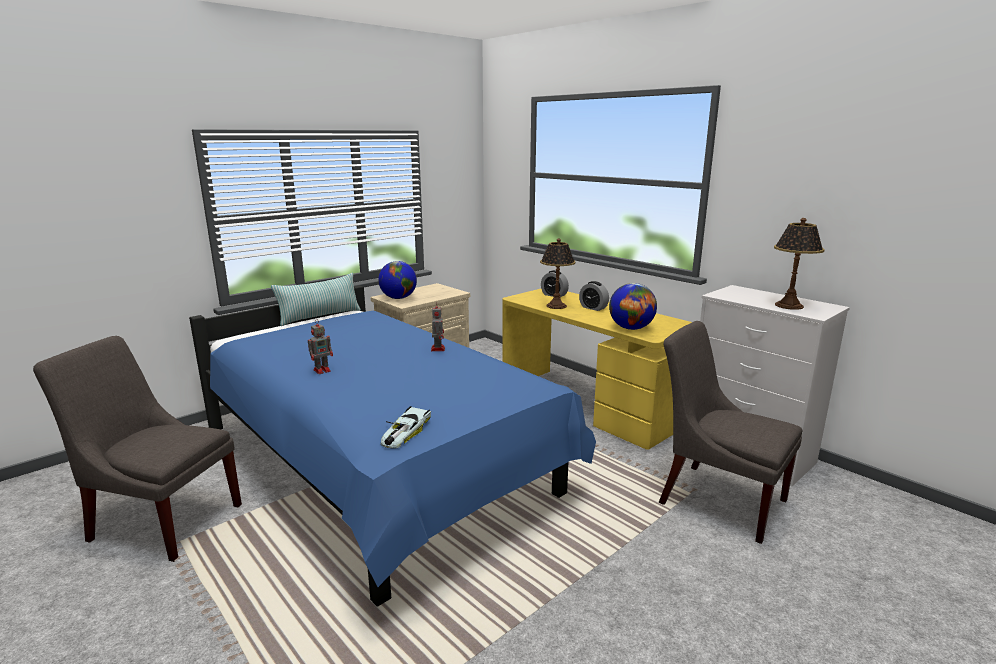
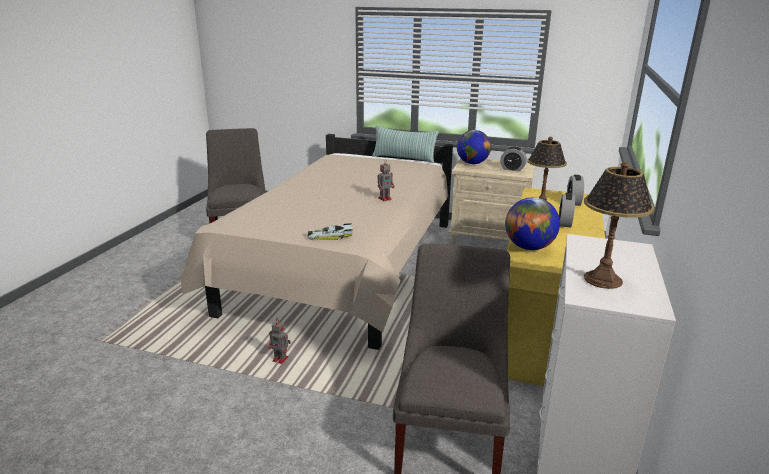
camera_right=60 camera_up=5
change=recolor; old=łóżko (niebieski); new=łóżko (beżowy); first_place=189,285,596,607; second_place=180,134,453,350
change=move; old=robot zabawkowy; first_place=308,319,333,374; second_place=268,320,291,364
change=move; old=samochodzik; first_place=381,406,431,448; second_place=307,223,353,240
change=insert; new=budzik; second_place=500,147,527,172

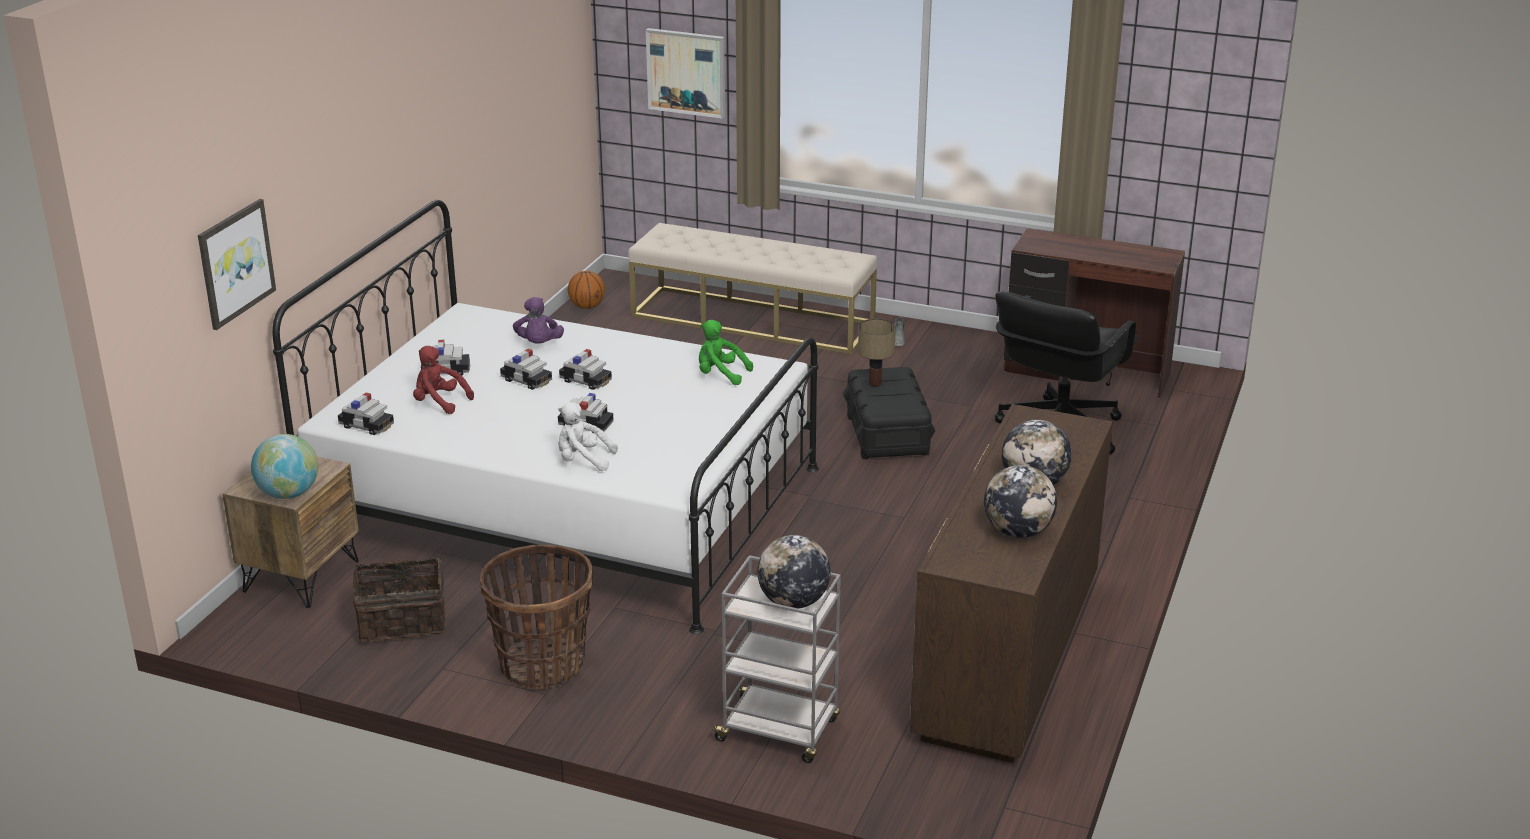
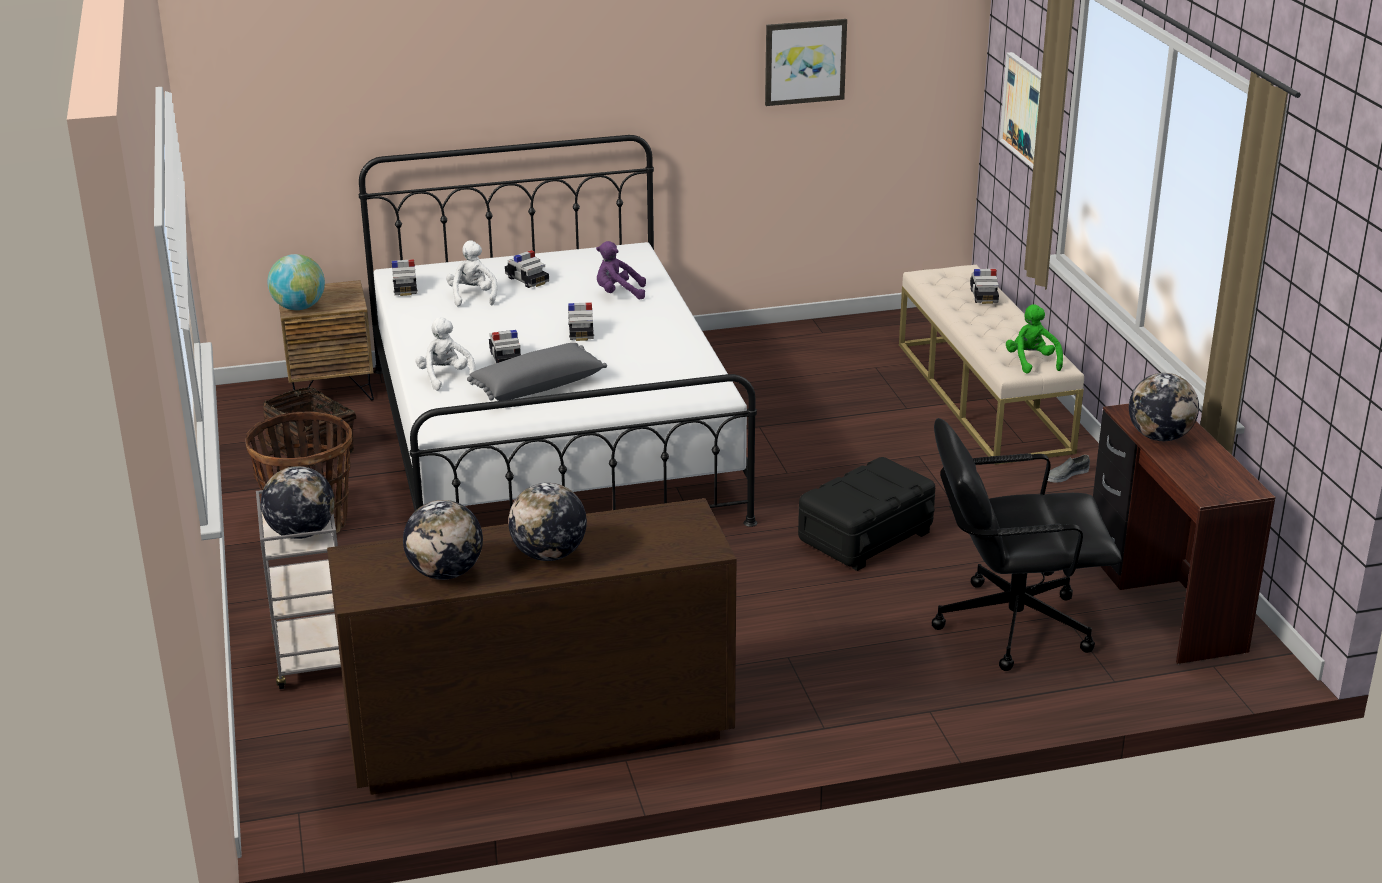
camera_right=55 camera_up=0
change=move; old=obraz; first_place=198,199,276,330; second_place=765,19,847,106
change=delete; old=piłka do koszykówki; first_place=568,271,605,309
change=rotate; old=pluszak (fioletowy); first_place=513,297,564,344; second_place=596,241,646,299; degrees=45
change=delete; old=lampa stołowa; first_place=858,319,896,386
change=move; old=pluszak (zielony); first_place=699,320,753,385; second_place=1006,304,1063,374
change=recolor; old=pluszak (czerwony); new=pluszak (biały); first_place=413,346,474,414; second_place=446,240,498,306
change=move; old=samochodzik; first_place=500,349,552,390; second_place=970,269,999,304
change=insert; new=poduszka (szary); second_place=467,343,607,401
change=insert; new=globus; second_place=1129,373,1199,441

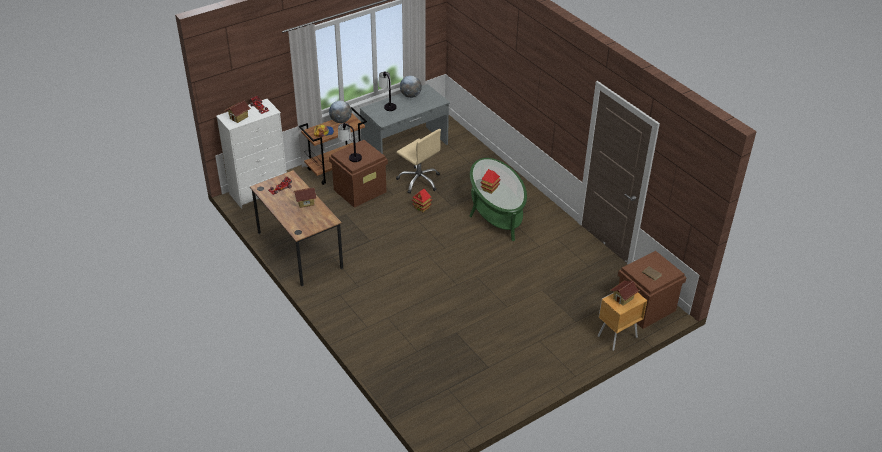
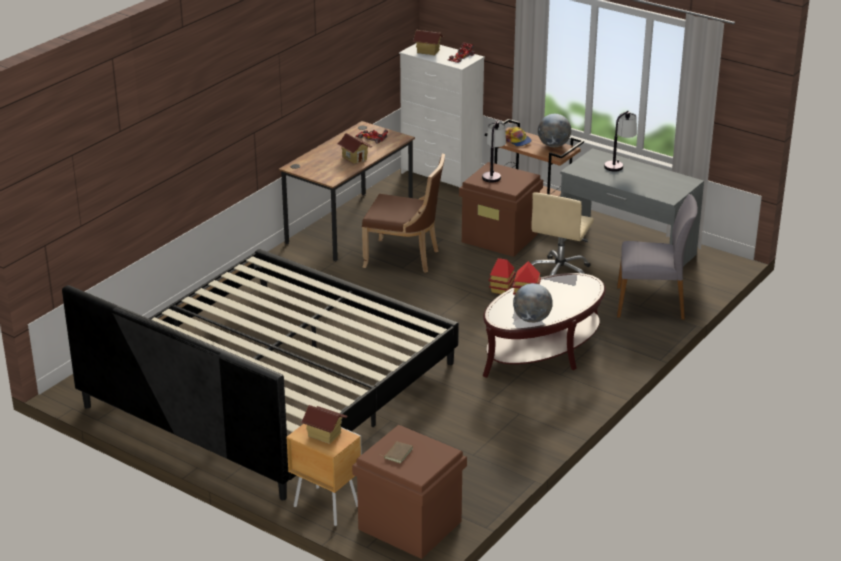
camera_right=70 camera_up=-10
change=move; old=globus; first_place=400,76,422,98; second_place=513,283,553,323
change=recolor; old=ława (zielony); new=ława (brązowy); first_place=469,158,527,241; second_place=483,273,606,378
change=insert; new=krzesło (brązowy); second_place=362,154,445,273
change=insert; new=krzesło (szary); second_place=617,194,698,320
change=insert; new=łóżko; second_place=62,249,459,500

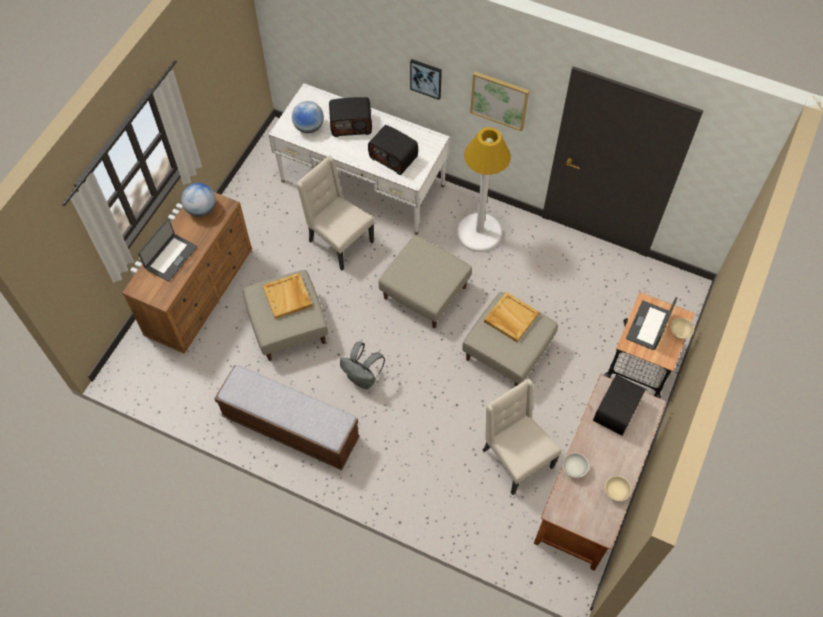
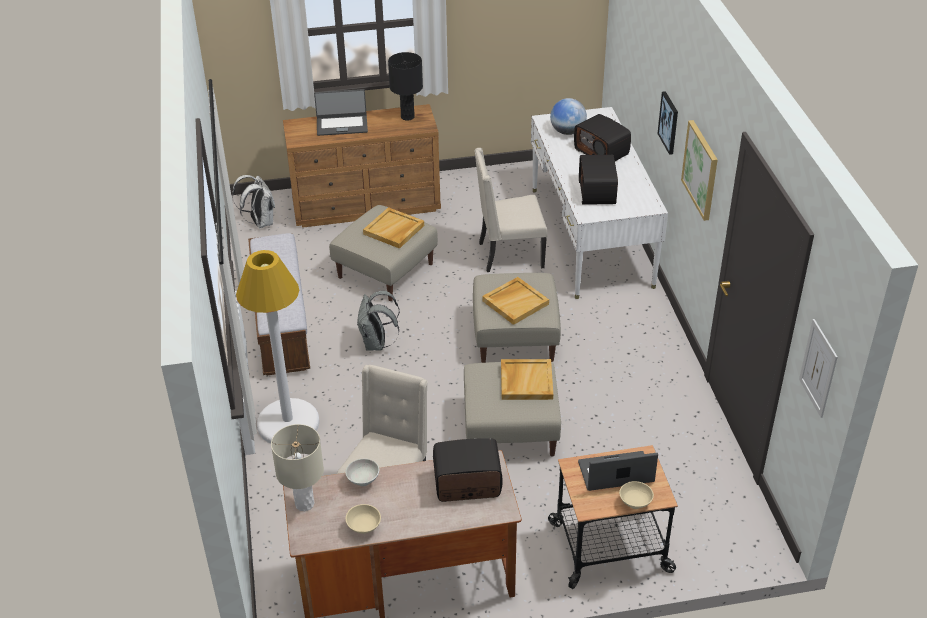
camera_right=55 camera_up=-20
change=move; old=lampa stojąca (biały); first_place=457,127,511,252; second_place=236,250,320,444
change=rotate; old=krzesło (beżowy); first_place=297,156,374,270; second_place=474,148,547,272; degrees=-105
change=replace; old=globus; new=lampa stołowa (czarny); first_place=181,183,216,217; second_place=388,52,423,121
change=insert; new=plecak (biały); second_place=232,175,275,228
change=insert; new=taca (beżowy); second_place=482,277,549,325
change=insert; new=obraz; second_place=799,319,838,418
change=insert; new=lampa stołowa (beżowy); second_place=271,424,324,511

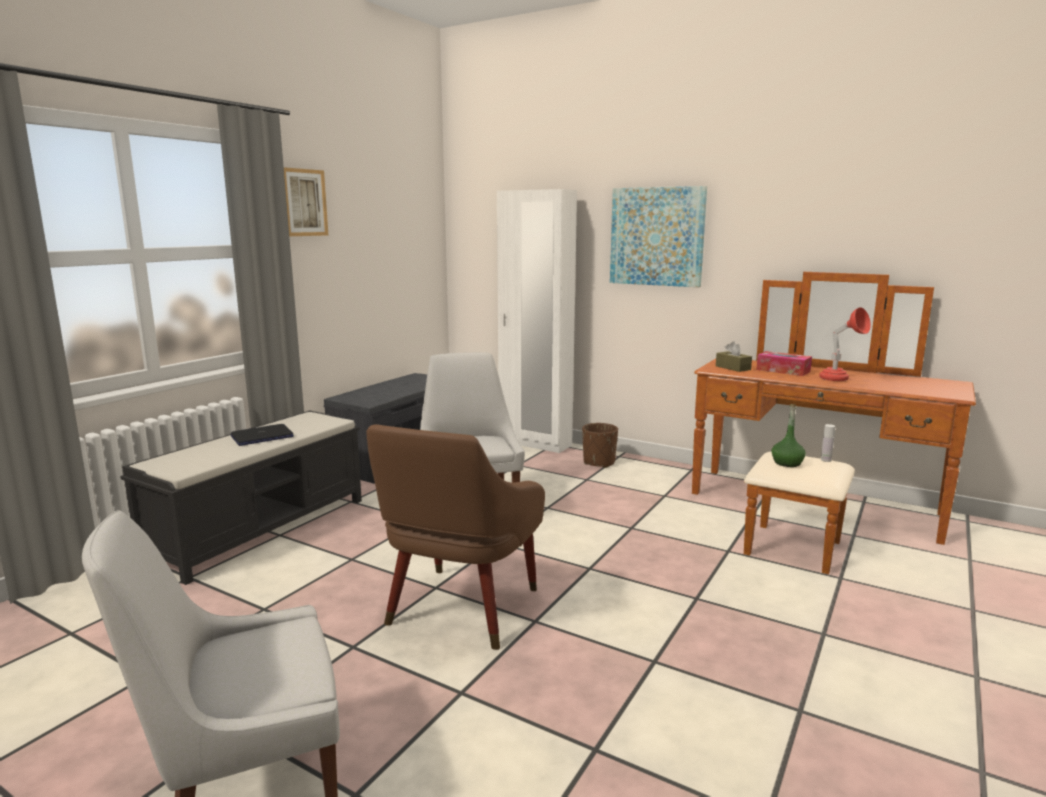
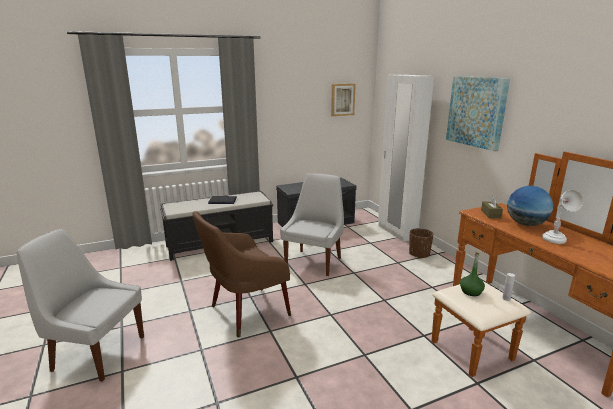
camera_right=35 camera_up=5
change=move; old=obraz; first_place=284,167,328,236; second_place=331,84,356,116
change=recolor; old=lampa stołowa (czerwony); new=lampa stołowa (biały); first_place=819,307,871,381; second_place=542,190,583,244
change=replace; old=pudełko chusteczek; new=globus; first_place=756,351,812,376; second_place=507,186,553,226

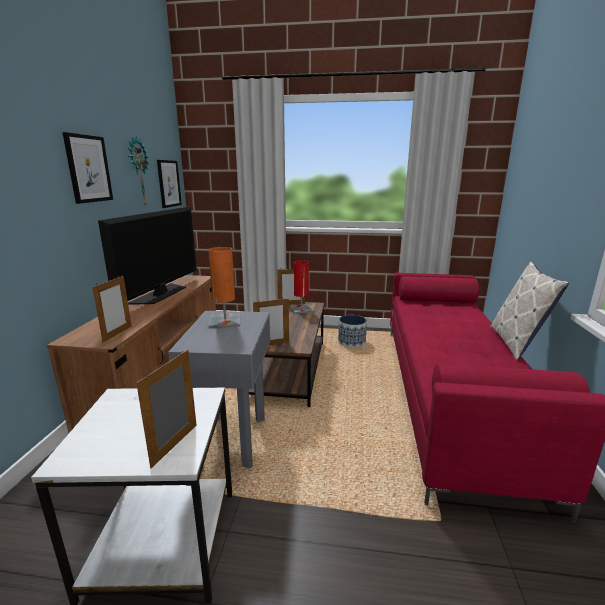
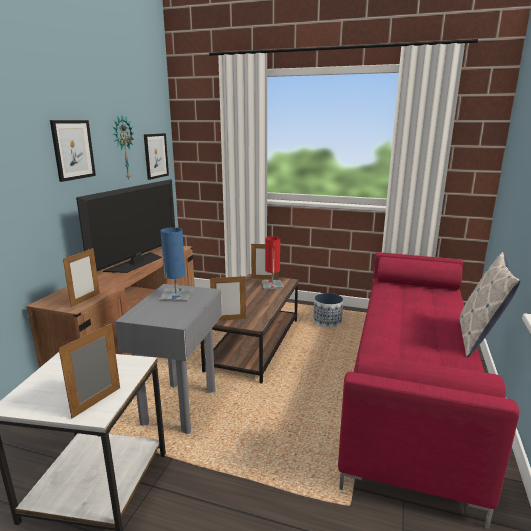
camera_right=10 camera_up=0
change=recolor; old=lampa stołowa (pomarańczowy); new=lampa stołowa (niebieski); first_place=208,247,240,328; second_place=159,227,192,302

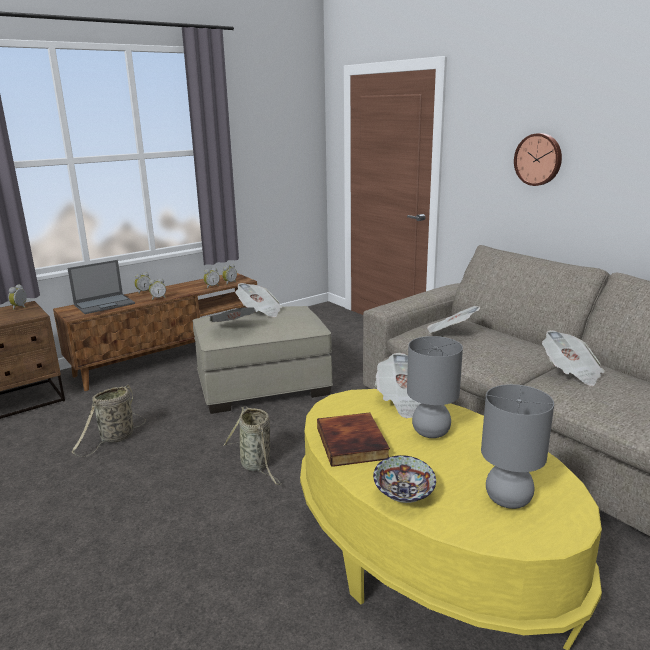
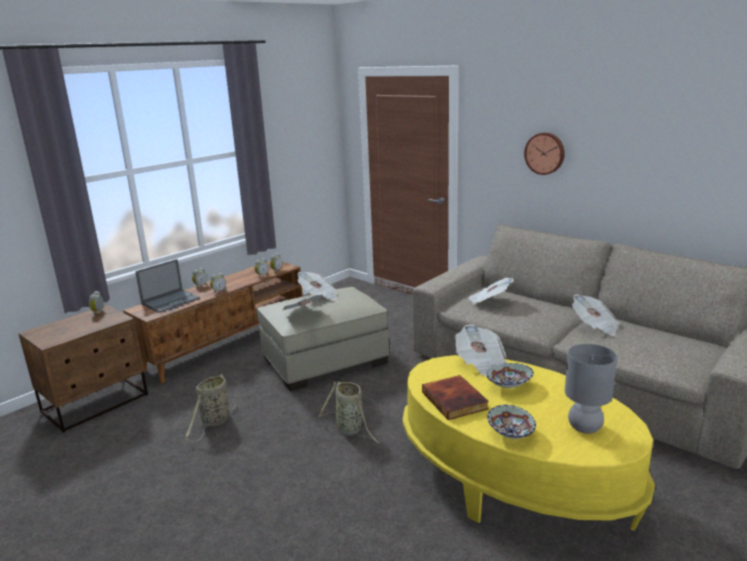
camera_right=-10 camera_up=0
change=replace; old=lampa stołowa (szary); new=miska; first_place=407,336,463,438; second_place=487,363,533,388

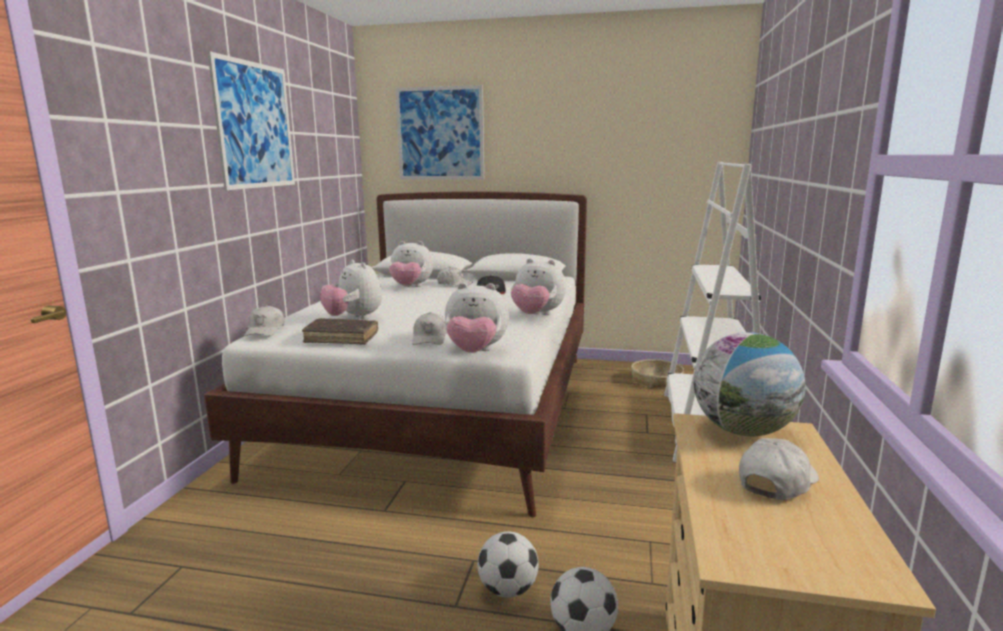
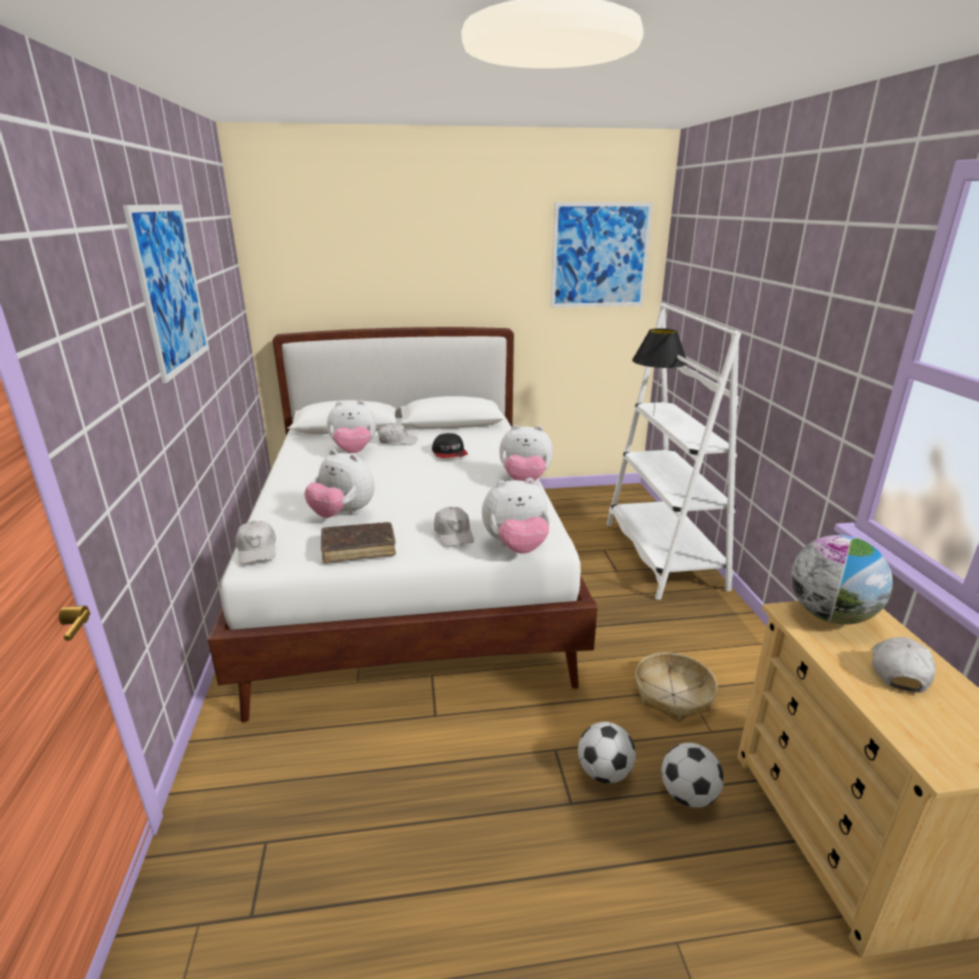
camera_right=-20 camera_up=10
change=move; old=obraz; first_place=395,85,484,180; second_place=551,202,653,308
change=move; old=koszyk; first_place=631,359,684,389; second_place=635,652,718,722
change=insert; new=lampa stołowa (czarny); second_place=632,328,687,416

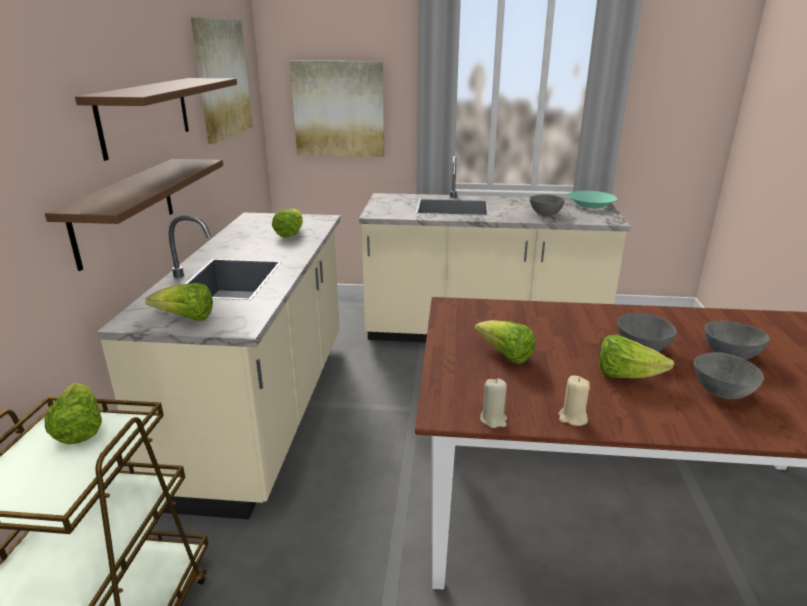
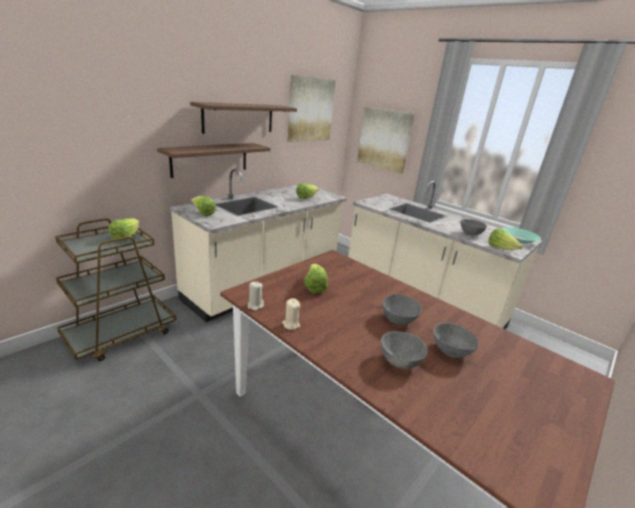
camera_right=35 camera_up=0
change=move; old=sałata; first_place=599,335,675,378; second_place=488,228,523,250

